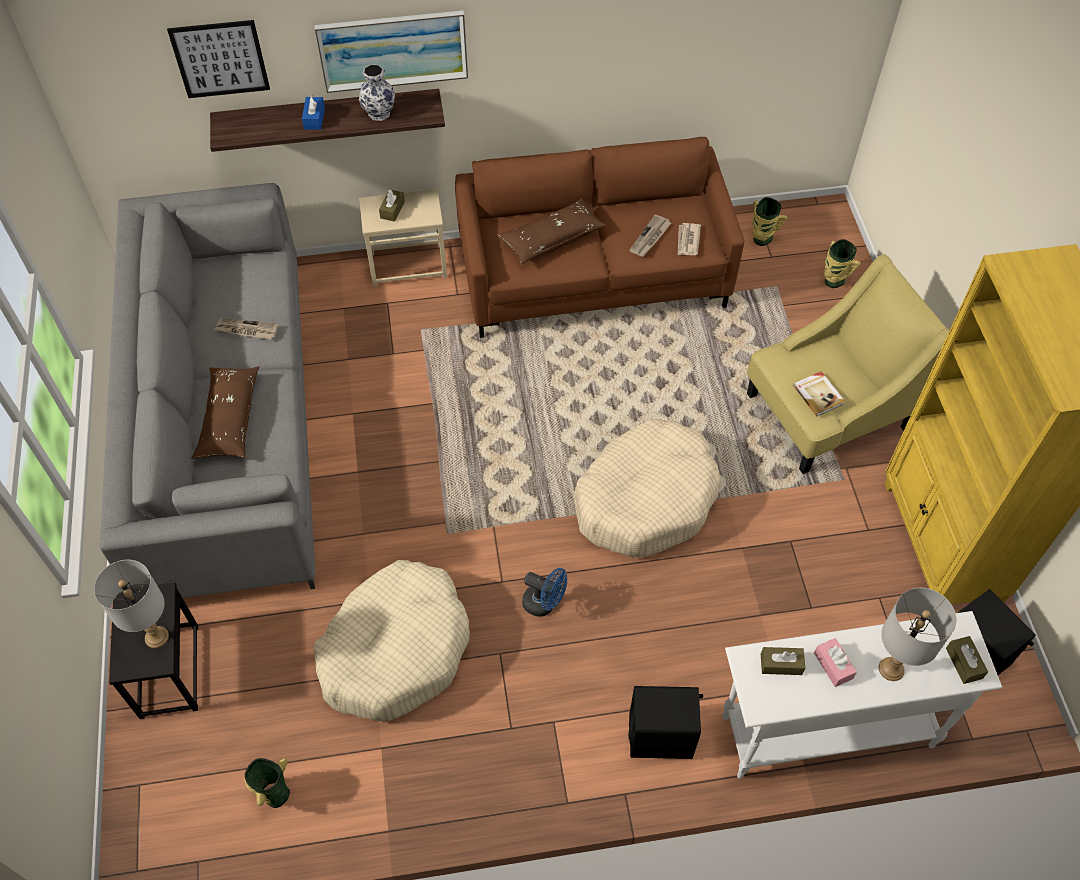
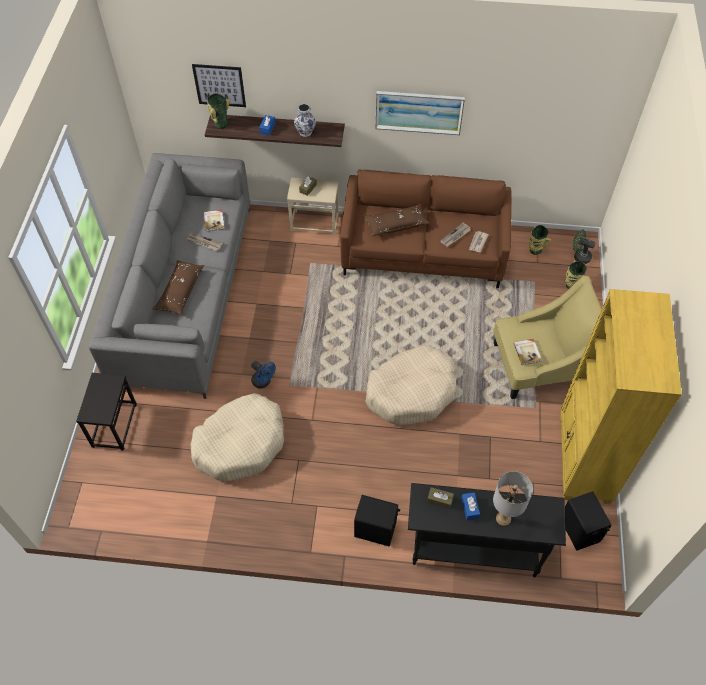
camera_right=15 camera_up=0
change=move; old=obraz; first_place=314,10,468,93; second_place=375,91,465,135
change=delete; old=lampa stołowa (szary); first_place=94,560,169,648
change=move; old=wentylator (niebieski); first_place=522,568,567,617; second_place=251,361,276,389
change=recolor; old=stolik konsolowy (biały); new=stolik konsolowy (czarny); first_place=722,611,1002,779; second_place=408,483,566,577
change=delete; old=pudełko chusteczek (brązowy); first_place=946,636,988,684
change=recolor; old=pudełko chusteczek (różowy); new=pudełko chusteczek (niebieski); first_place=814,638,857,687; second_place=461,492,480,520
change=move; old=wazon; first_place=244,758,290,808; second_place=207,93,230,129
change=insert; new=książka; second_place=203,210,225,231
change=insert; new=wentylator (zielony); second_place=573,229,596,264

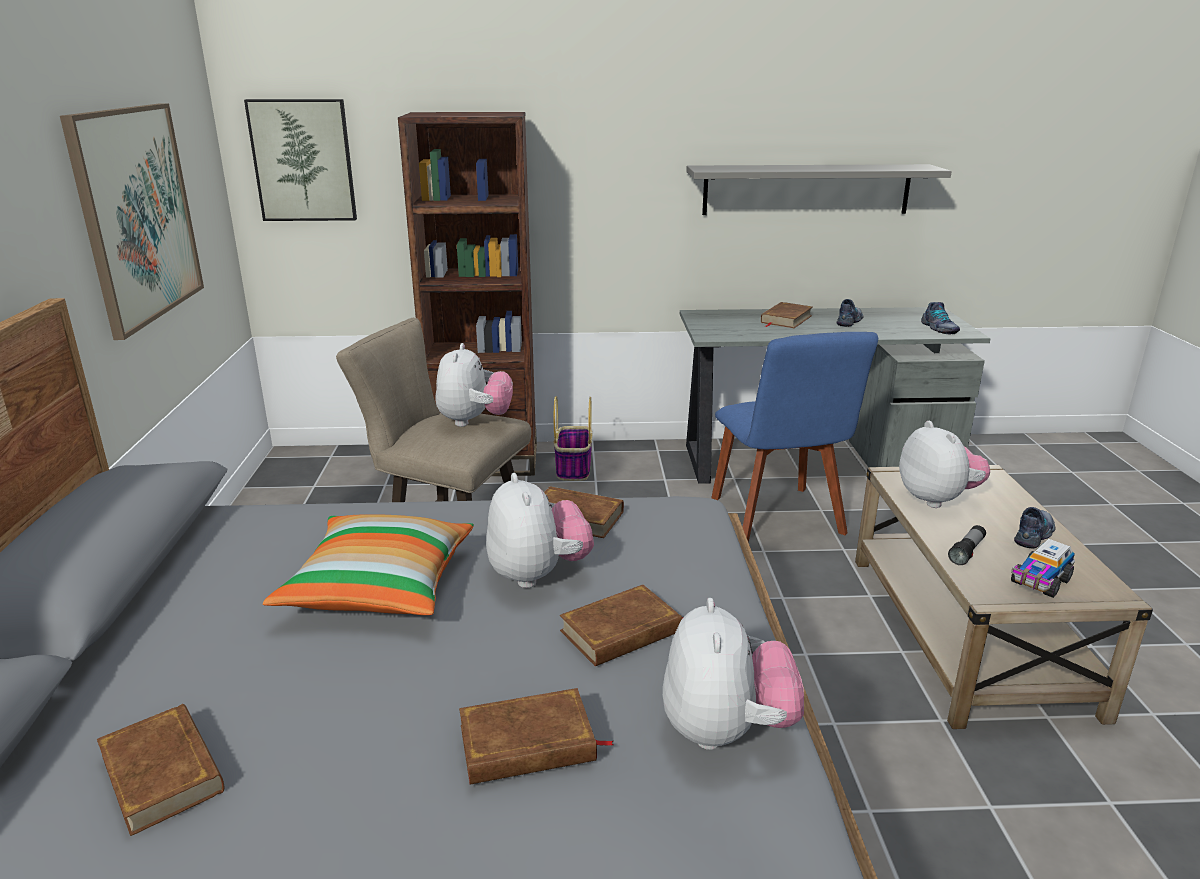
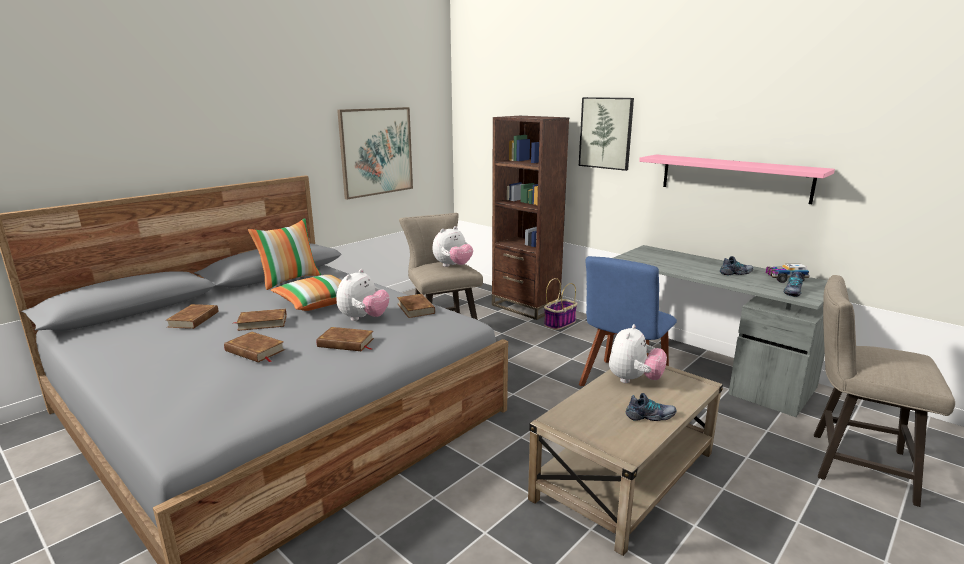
camera_right=45 camera_up=-5
change=move; old=obraz; first_place=244,99,357,221; second_place=579,97,634,171
change=recolor; old=półka (szary); new=półka (różowy); first_place=686,164,952,215; second_place=639,154,835,204
change=move; old=książka (brązowy); first_place=761,302,812,328; second_place=233,309,287,331
change=delete; old=latarka; first_place=948,525,986,565
change=move; old=ciężarówka zabawkowa; first_place=1011,539,1075,598; second_place=766,264,810,283
change=delete; old=pluszak; first_place=663,598,804,750
change=insert; new=poduszka; second_place=248,219,321,290
change=insert; new=stołek (beżowy); second_place=814,275,955,507

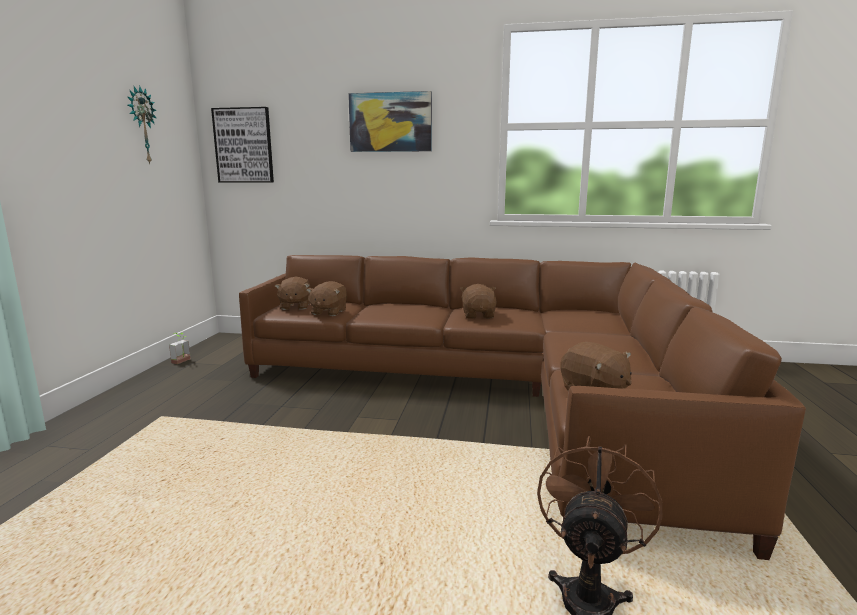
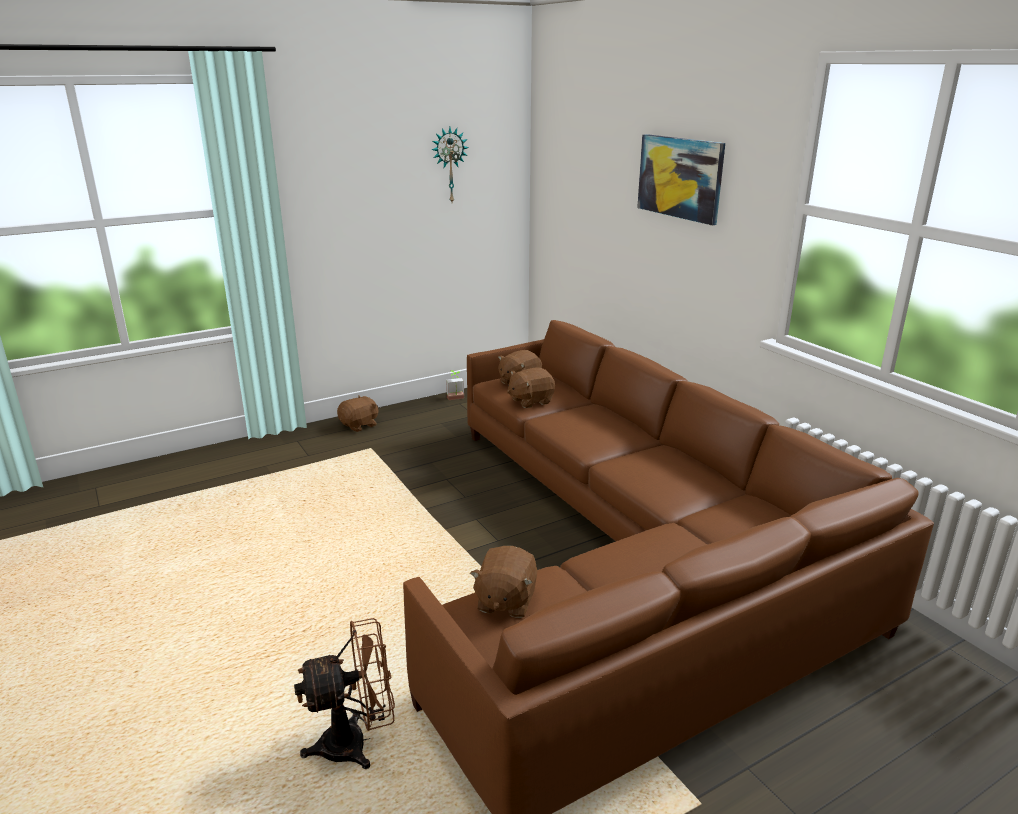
camera_right=50 camera_up=10
change=delete; old=obraz; first_place=211,107,274,182
change=move; old=pluszak (brązowy); first_place=460,284,497,318; second_place=337,396,379,432

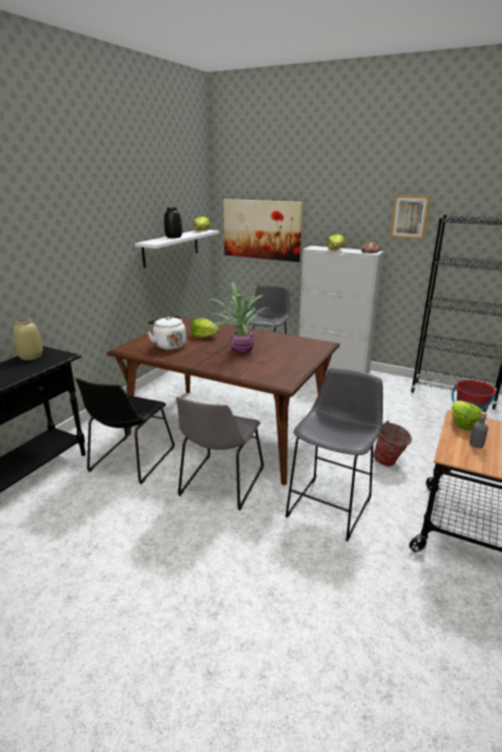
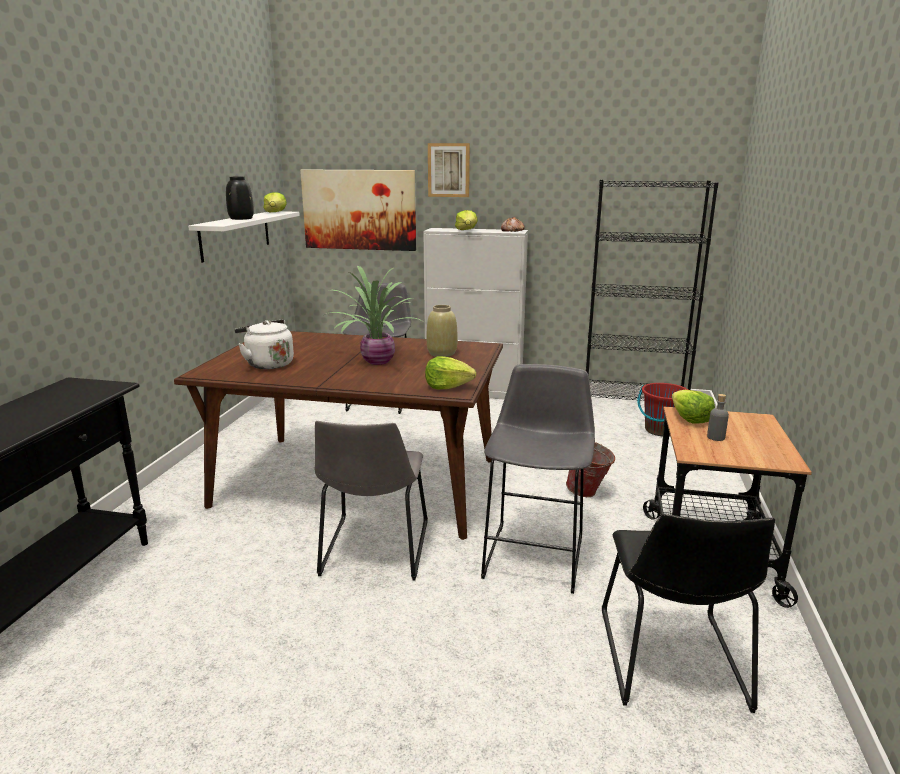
camera_right=-15 camera_up=-5
change=move; old=obraz; first_place=390,195,431,240; second_place=428,143,470,197
change=move; old=wazon (beżowy); first_place=13,318,43,360; second_place=427,305,458,357
change=move; old=sałata; first_place=191,318,219,337; second_place=425,356,476,389
change=move; old=krzesło (czarny); first_place=75,378,175,484; second_place=602,514,775,713

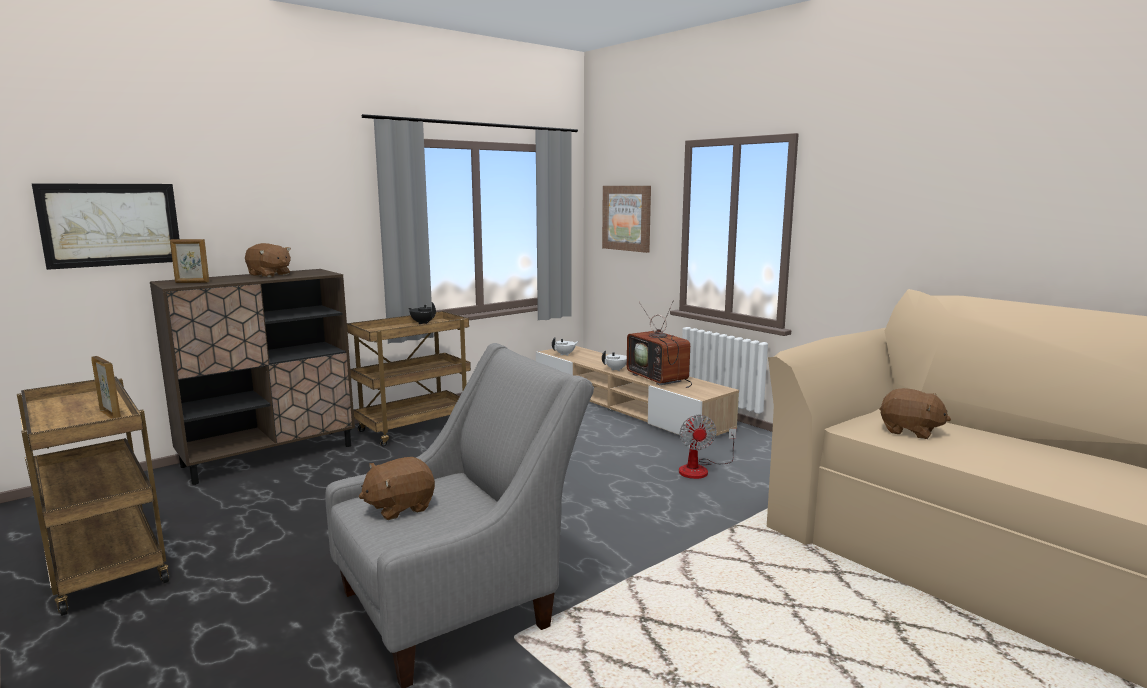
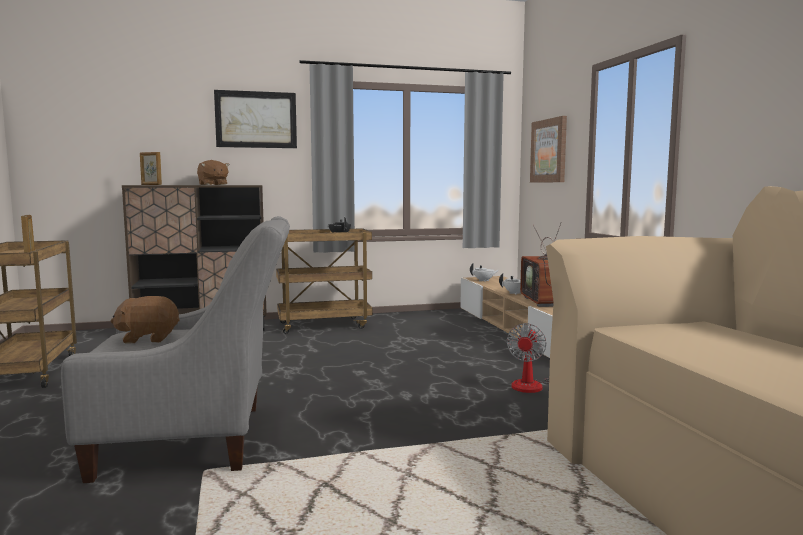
camera_right=25 camera_up=-5
change=move; old=obraz; first_place=32,183,180,270; second_place=214,90,297,148
change=delete; old=pluszak (brązowy); first_place=880,388,951,439

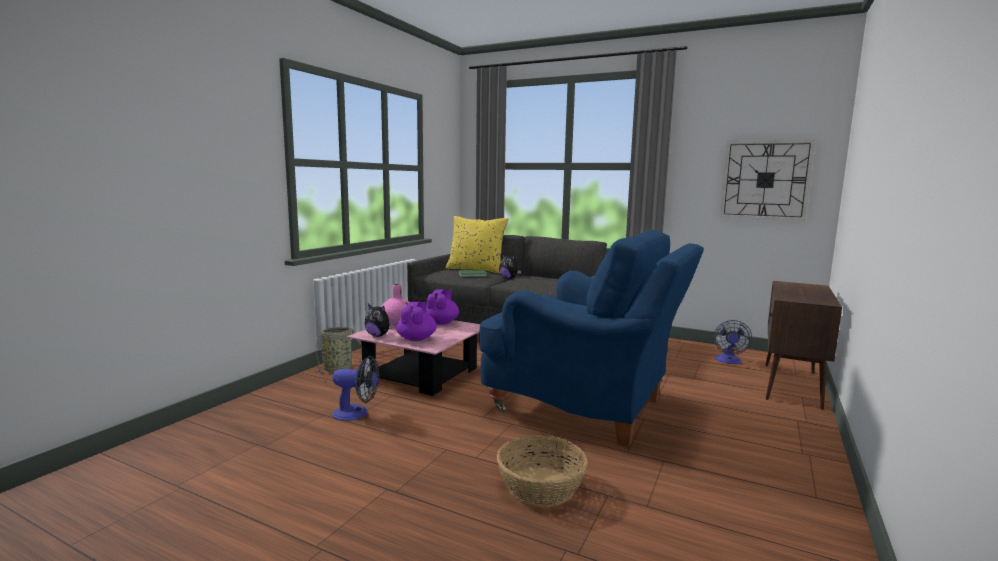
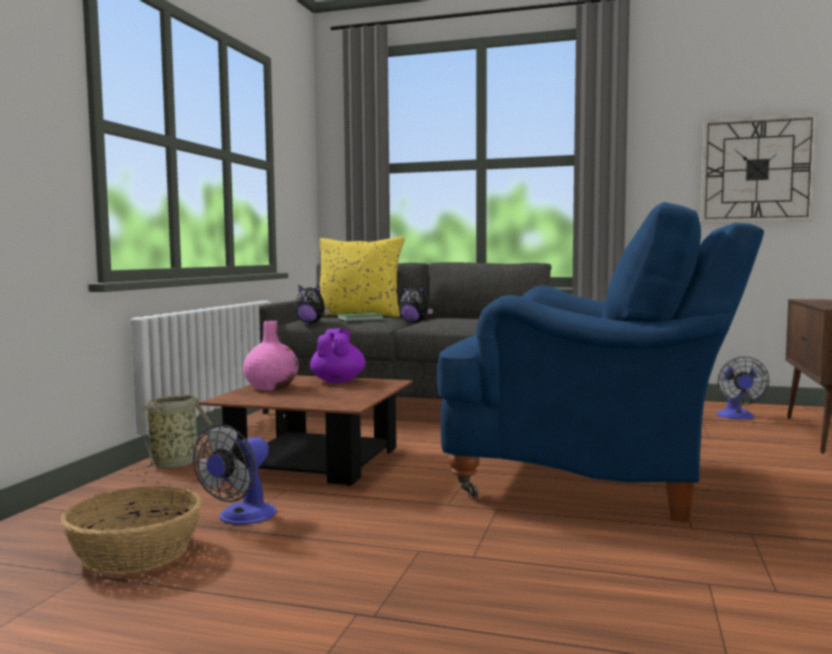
camera_right=-10 camera_up=-5
change=delete; old=imbryk (fioletowy); first_place=396,302,437,341
change=move; old=pluszak; first_place=365,304,394,337; second_place=295,284,330,323
change=recolor; old=ława (różowy); new=ława (brązowy); first_place=347,320,480,396; second_place=199,375,413,486
change=rotate; old=wentylator; first_place=332,356,379,421; second_place=193,424,276,525; degrees=120
change=move; old=koszyk; first_place=497,435,588,506; second_place=61,486,202,574

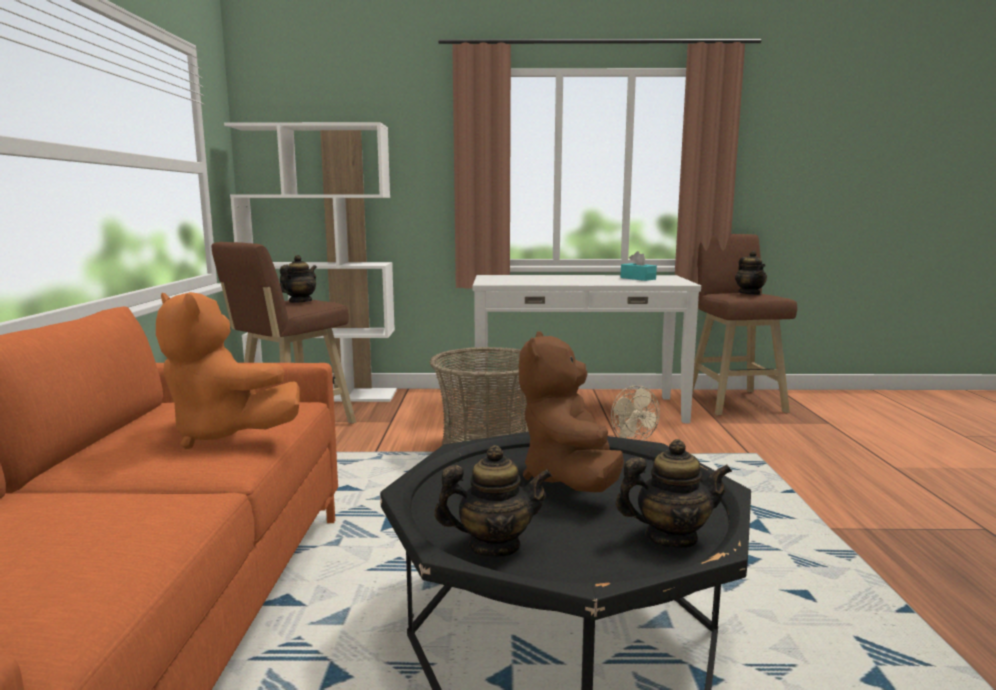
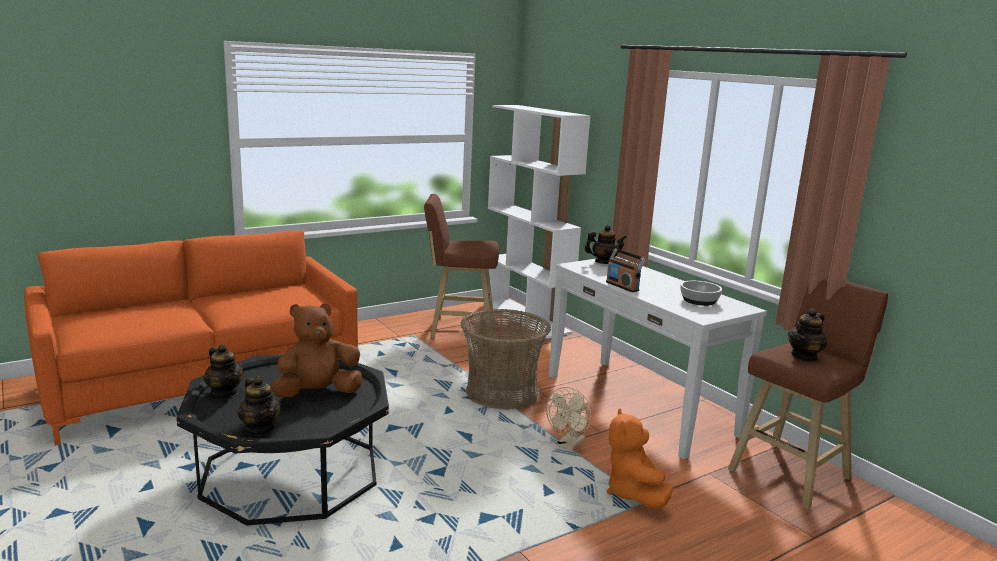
camera_right=55 camera_up=5
change=replace; old=pudełko chusteczek (turkusowy); new=miska; first_place=621,251,657,281; second_place=680,281,722,306
change=move; old=imbryk; first_place=280,255,317,303; second_place=584,225,627,264
change=move; old=pluszak (pomarańczowy); first_place=156,292,299,449; second_place=607,409,673,509
change=insert; new=radio; second_place=606,249,645,292

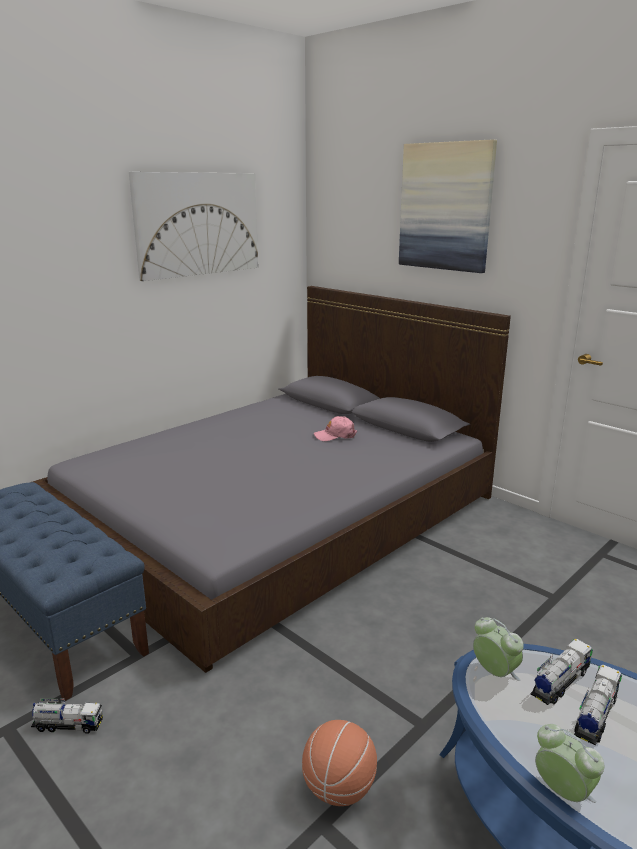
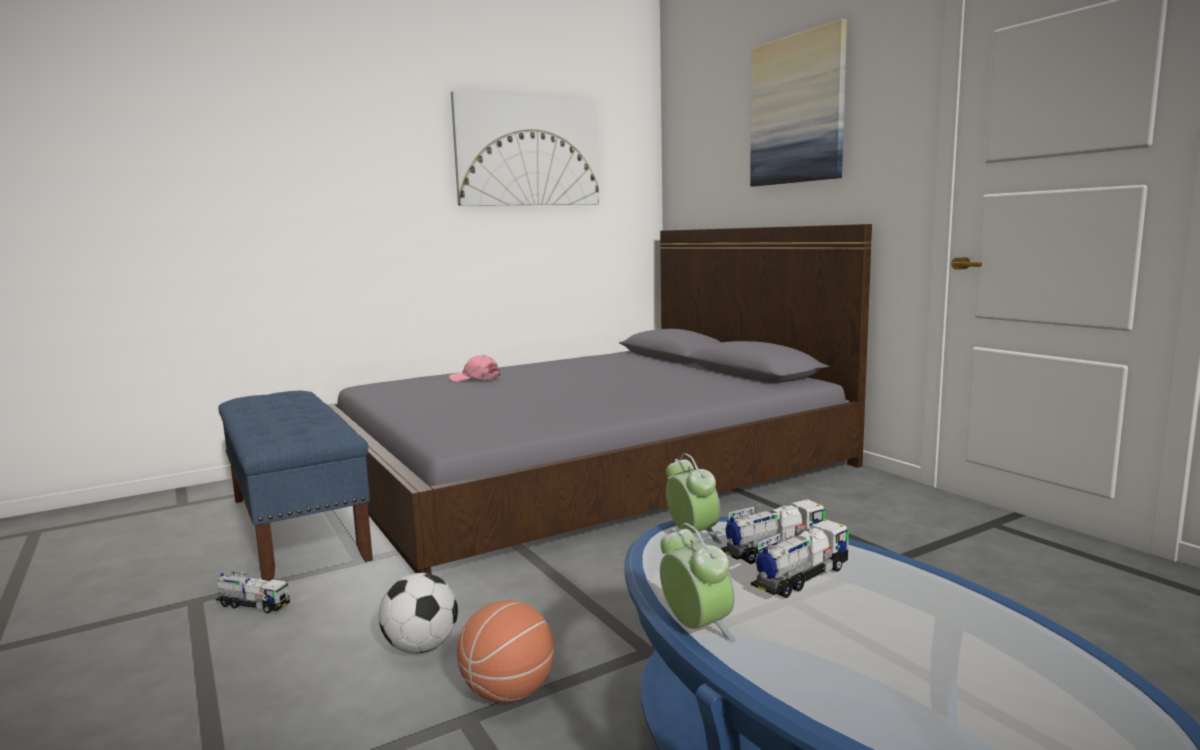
camera_right=15 camera_up=-10
change=move; old=czapka z daszkiem (różowy); first_place=314,416,357,441; second_place=449,355,501,382
change=insert; new=piłka futbolowa; second_place=379,573,458,654

